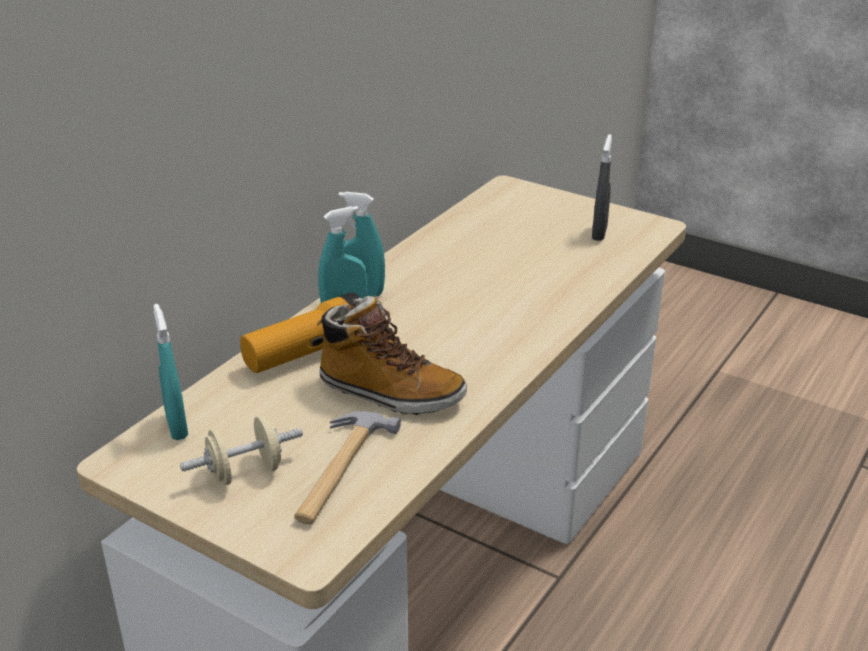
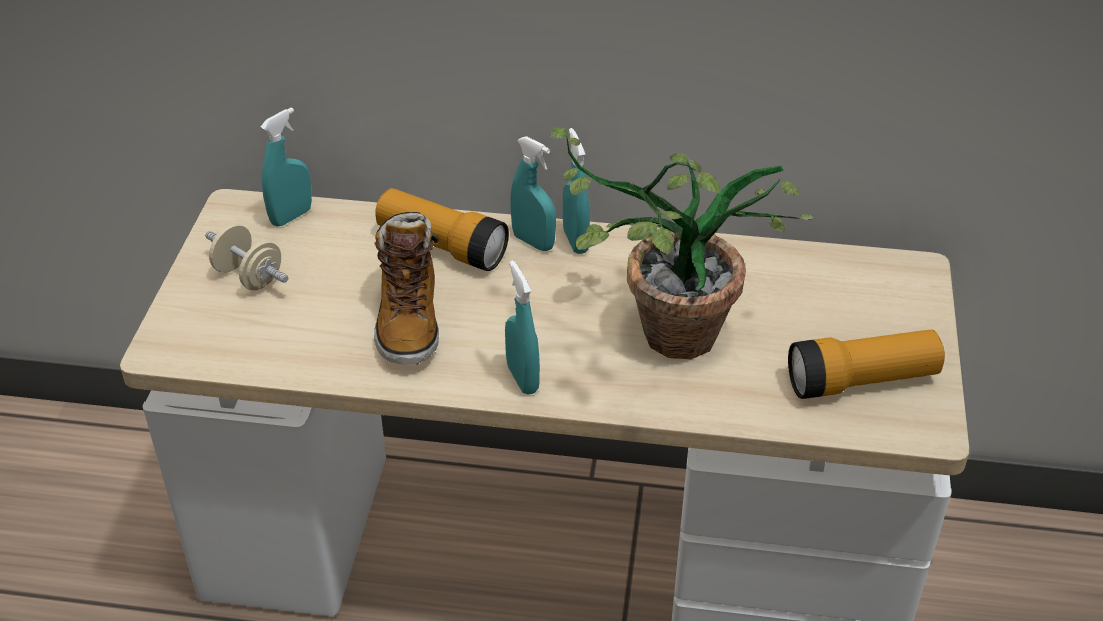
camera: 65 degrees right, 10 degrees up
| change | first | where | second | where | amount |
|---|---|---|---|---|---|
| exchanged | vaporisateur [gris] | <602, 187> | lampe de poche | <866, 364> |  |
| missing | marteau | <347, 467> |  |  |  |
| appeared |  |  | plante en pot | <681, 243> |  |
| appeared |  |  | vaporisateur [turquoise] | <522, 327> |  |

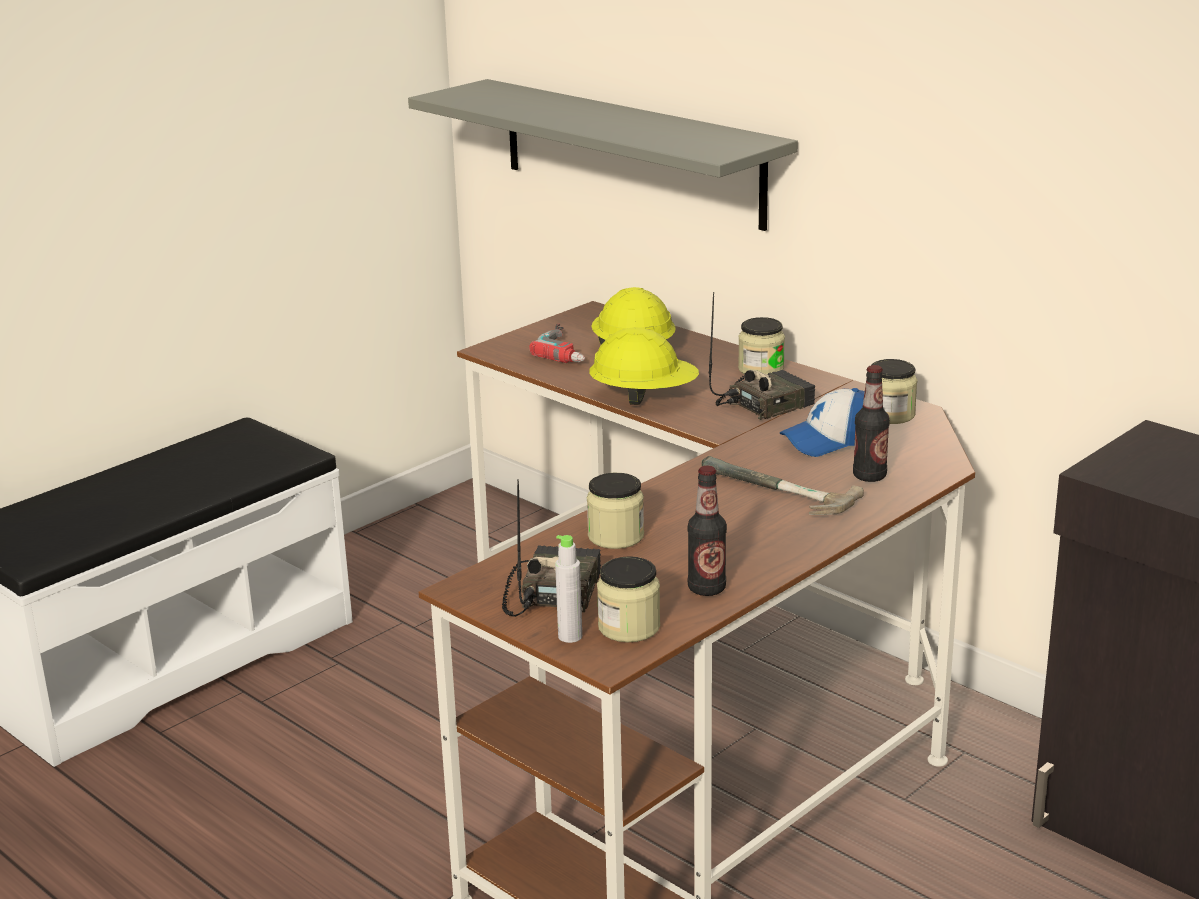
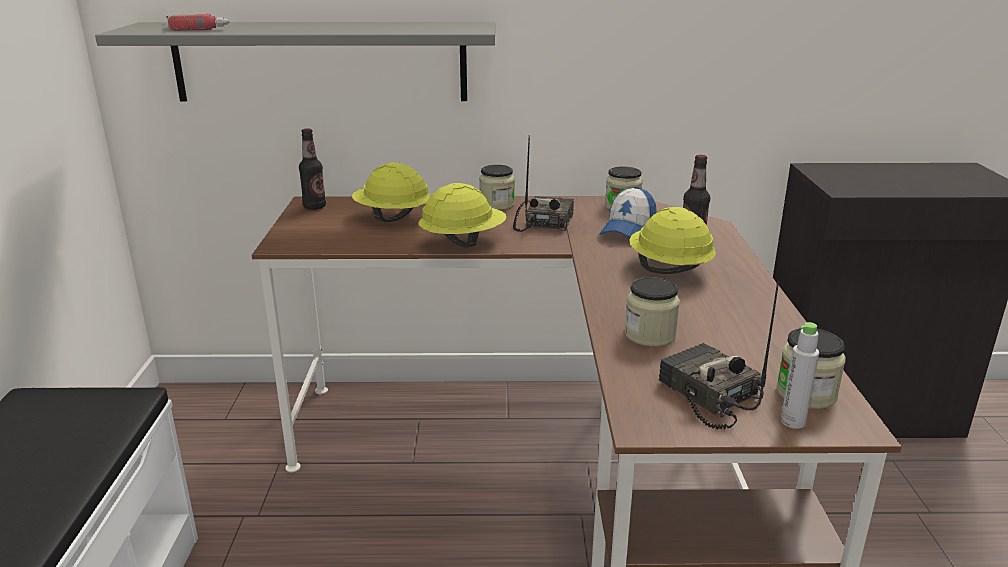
camera: 45 degrees left, 0 degrees up
| change | first | where | second | where | amount |
|---|---|---|---|---|---|
| relocated | perceuse | <557, 343> |  | <197, 22> |  |
| exchanged | marteau | <782, 485> | casque de chantier [jaune] | <672, 240> |  |
| relocated | bouteille | <707, 531> |  | <312, 169> |  |

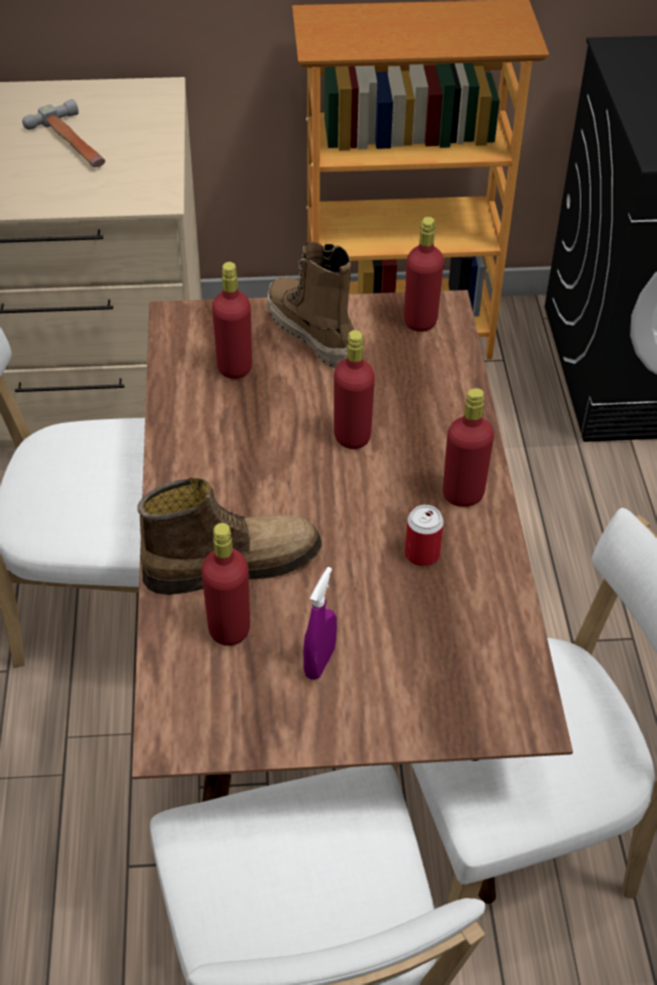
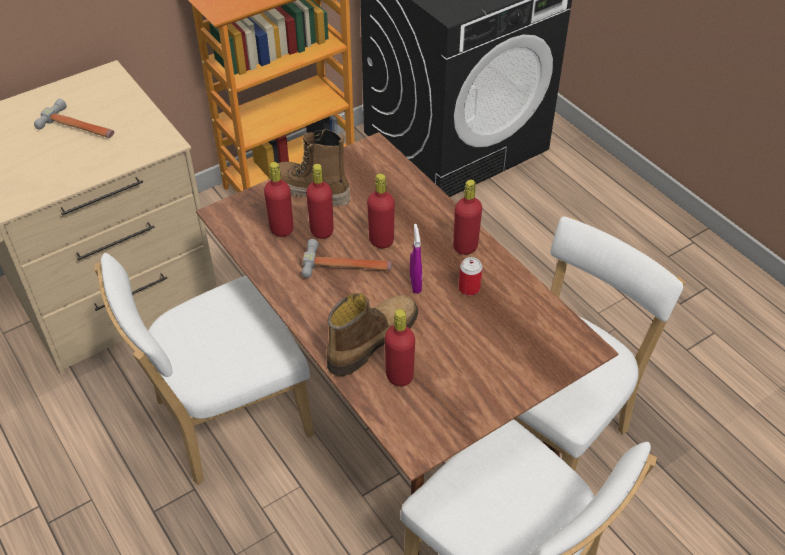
camera: 30 degrees left, 0 degrees up
| change | first | where | second | where | amount |
|---|---|---|---|---|---|
| relocated | bouteille [rouge] | <424, 274> |  | <320, 201> |  |
| relocated | vaporisateur [violet] | <320, 623> |  | <416, 258> |  |
| appeared |  |  | marteau | <347, 258> |  |

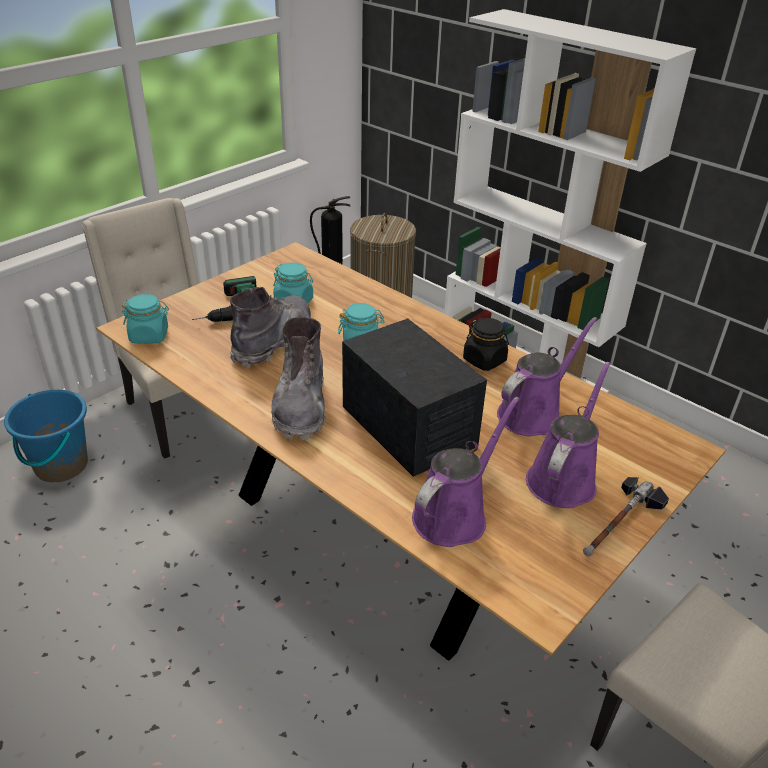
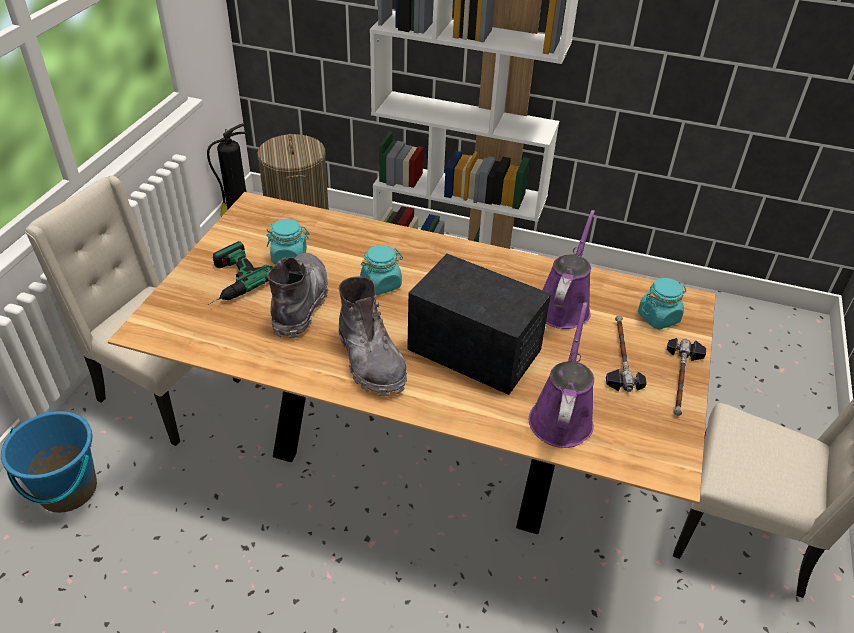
camera: 25 degrees left, 5 degrees up
| change | first | where | second | where | amount |
|---|---|---|---|---|---|
| relocated | bocal [turquoise] | <145, 319> |  | <662, 304> |  |
| missing | bocal [noir] | <486, 344> |  |  |  |
| exchanged | arrosoir [violet] | <568, 435> | marteau | <626, 353> |  |

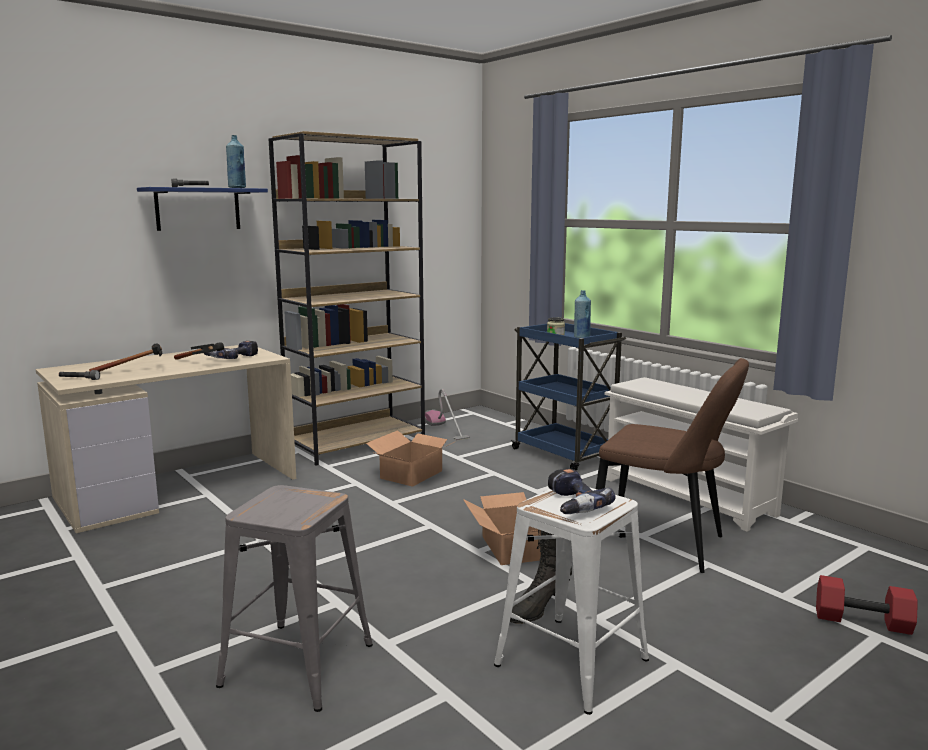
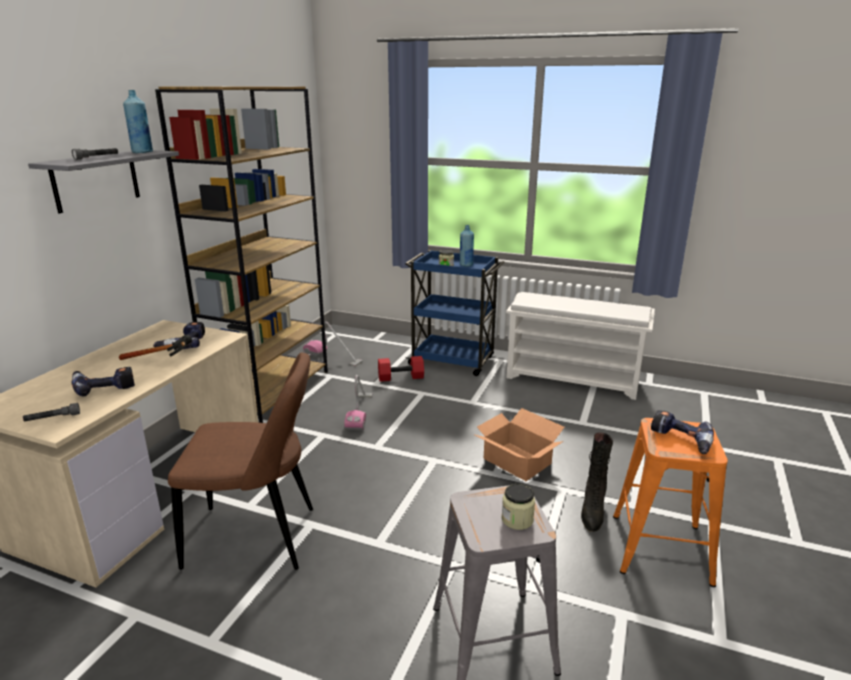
camera: 30 degrees left, 10 degrees up
| change | first | where | second | where | amount |
|---|---|---|---|---|---|
| colour | étagère [bleu] | <202, 209> | étagère [gris] | <103, 182> |  |
| exchanged | marteau | <126, 358> | perceuse | <103, 382> |  |
| relocated | chaise [marron] | <672, 465> |  | <240, 461> |  |
| exchanged | carton | <411, 458> | aspirateur | <358, 402> |  |
| colour | tabouret [blanc] | <571, 601> | tabouret [orange] | <670, 502> |  |
| relocated | haltère [rouge] | <867, 605> |  | <401, 369> |  |
| appeared |  |  | bocal | <518, 507> |  |

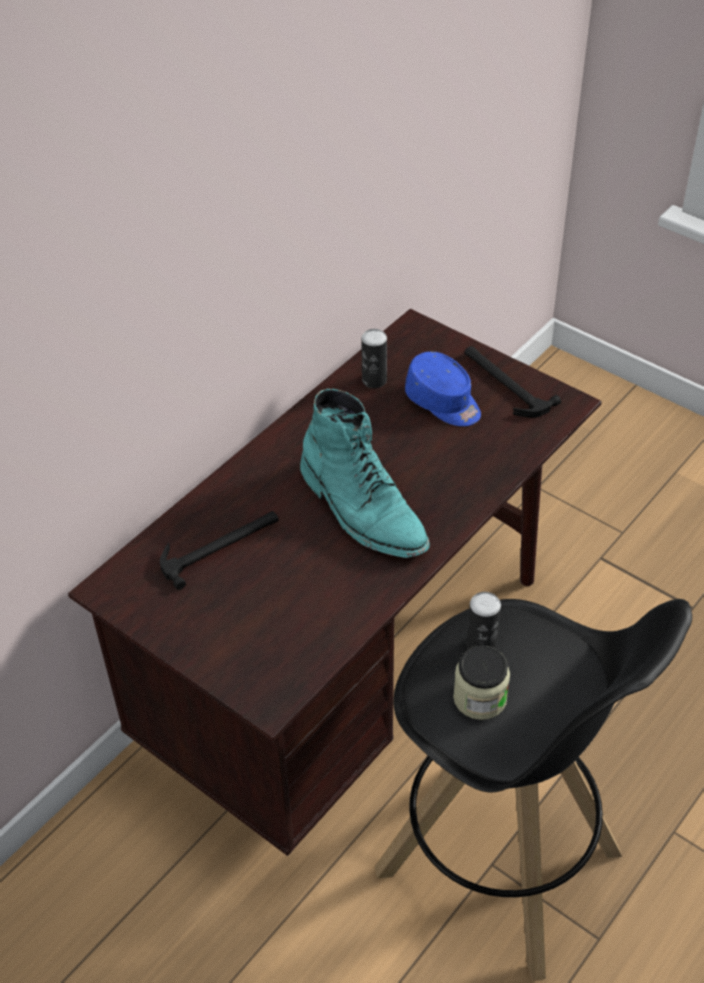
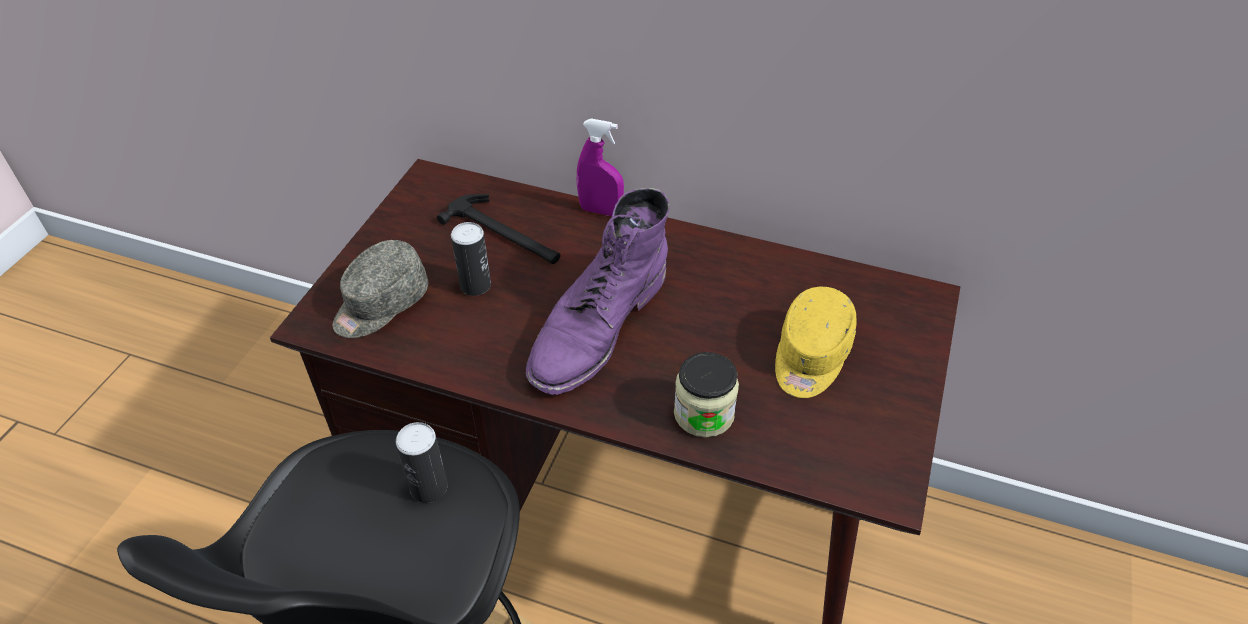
camera: 70 degrees right, 0 degrees up
| change | first | where | second | where | amount |
|---|---|---|---|---|---|
| relocated | boîte métallique | <374, 358> |  | <471, 259> |  |
| missing | marteau | <512, 382> |  |  |  |
| colour | casquette [bleu] | <443, 389> | casquette [jaune] | <815, 342> |  |
| colour | botte [turquoise] | <365, 473> | botte [violet] | <598, 291> |  |
| relocated | bocal | <481, 682> |  | <706, 395> |  |
| appeared |  |  | vaporisateur [violet] | <600, 167> |  |
| appeared |  |  | casquette [gris] | <380, 289> |  |

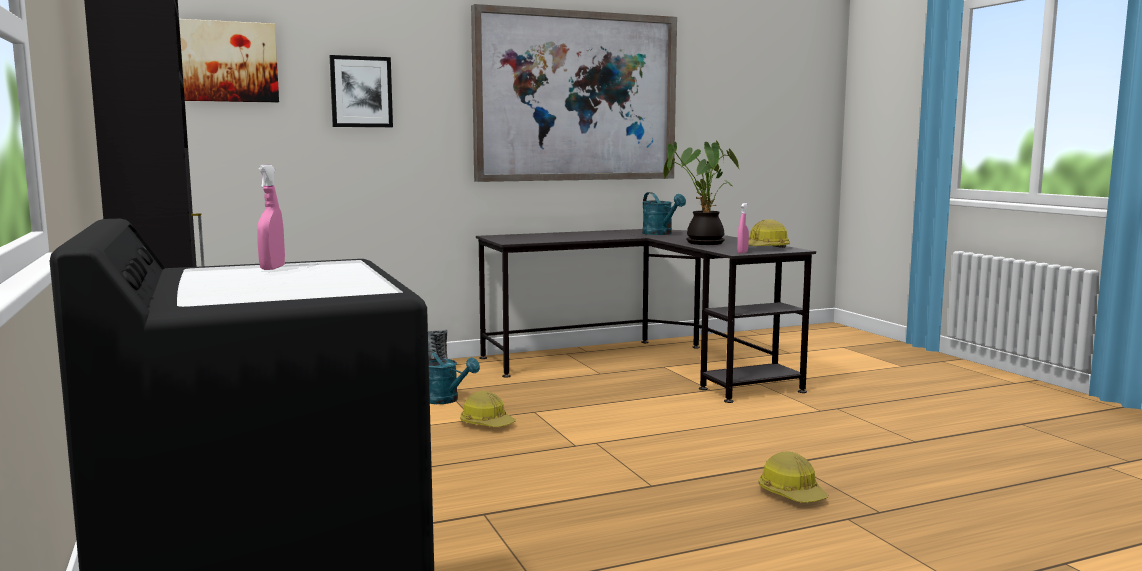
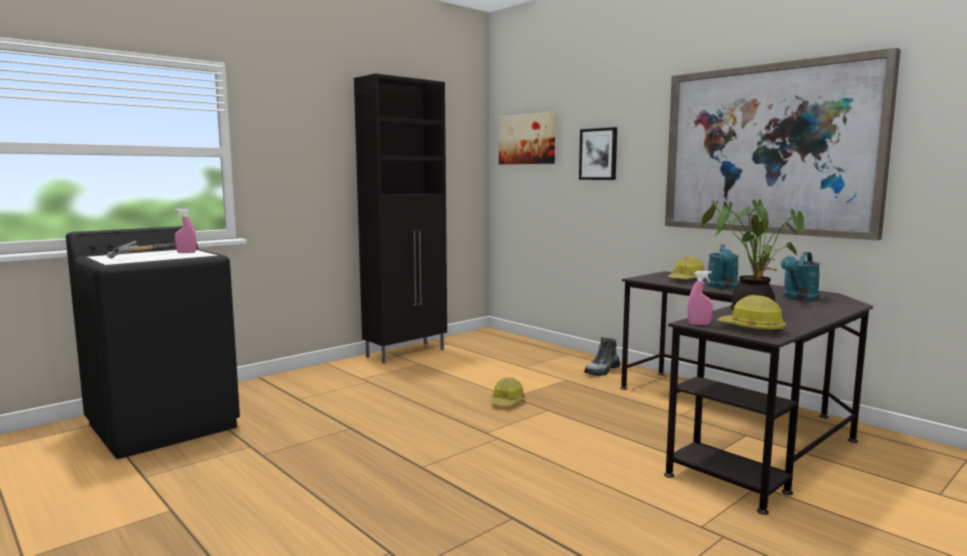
camera: 70 degrees right, 0 degrees up
| change | first | where | second | where | amount |
|---|---|---|---|---|---|
| relocated | arrosoir [turquoise] | <454, 377> |  | <723, 267> |  |
| relocated | casque de chantier | <793, 477> |  | <686, 267> |  |
| appeared |  |  | marteau | <141, 250> |  |

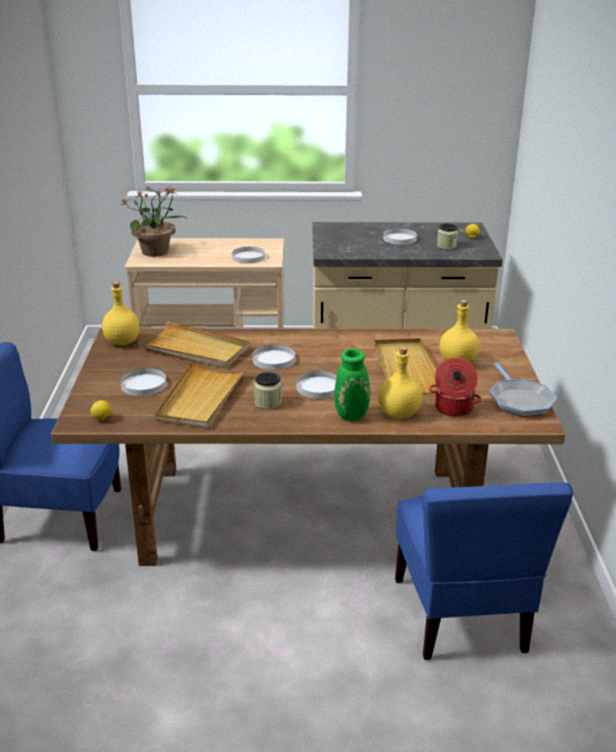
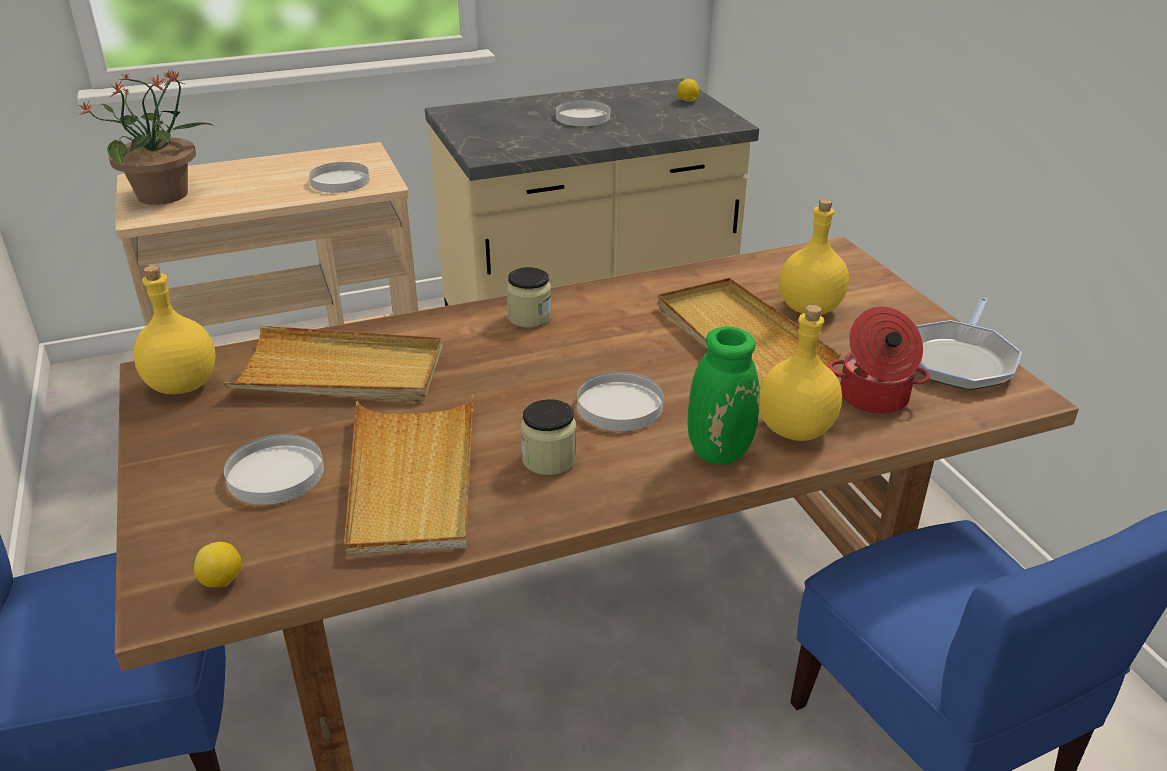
camera: 20 degrees left, 5 degrees up
| change | first | where | second | where | amount |
|---|---|---|---|---|---|
| relocated | bocal | <447, 236> |  | <529, 297> |  |
| missing | assiette [blanc] | <274, 357> |  |  |  |
| spun | poêle | <523, 389> |  | <969, 343> | 60 degrees clockwise |

